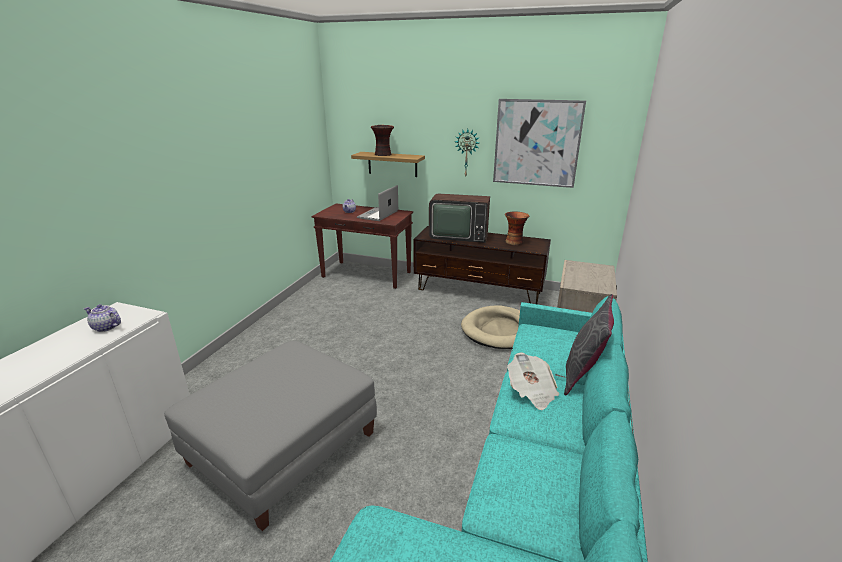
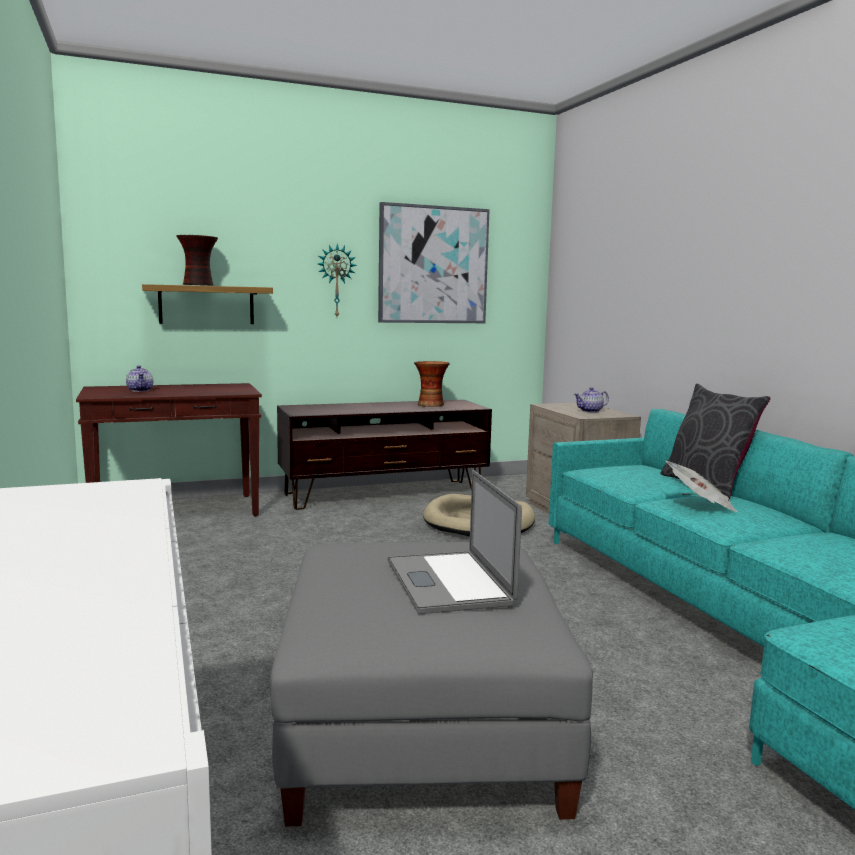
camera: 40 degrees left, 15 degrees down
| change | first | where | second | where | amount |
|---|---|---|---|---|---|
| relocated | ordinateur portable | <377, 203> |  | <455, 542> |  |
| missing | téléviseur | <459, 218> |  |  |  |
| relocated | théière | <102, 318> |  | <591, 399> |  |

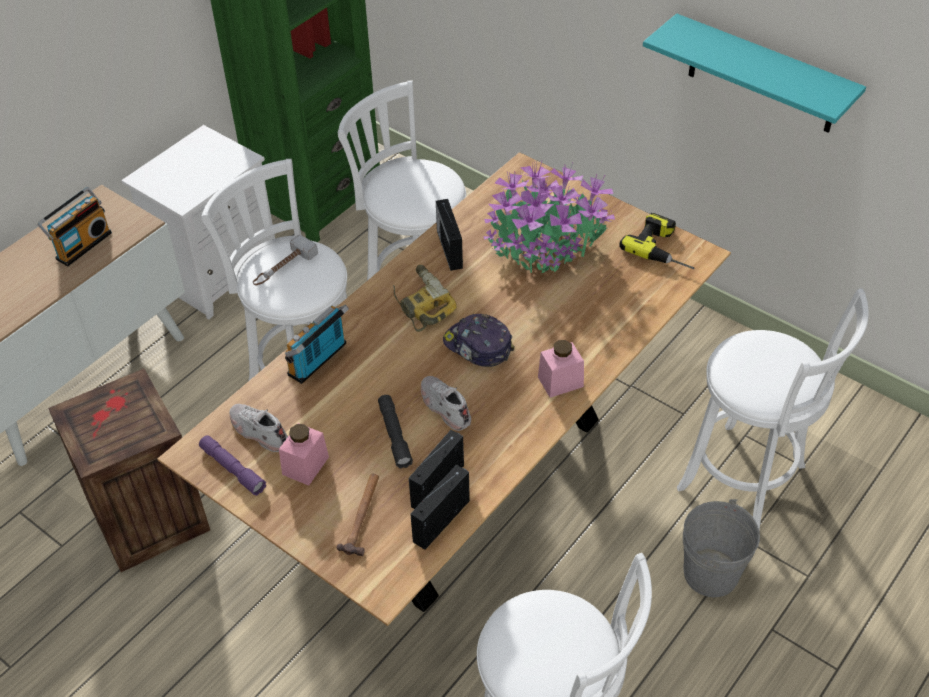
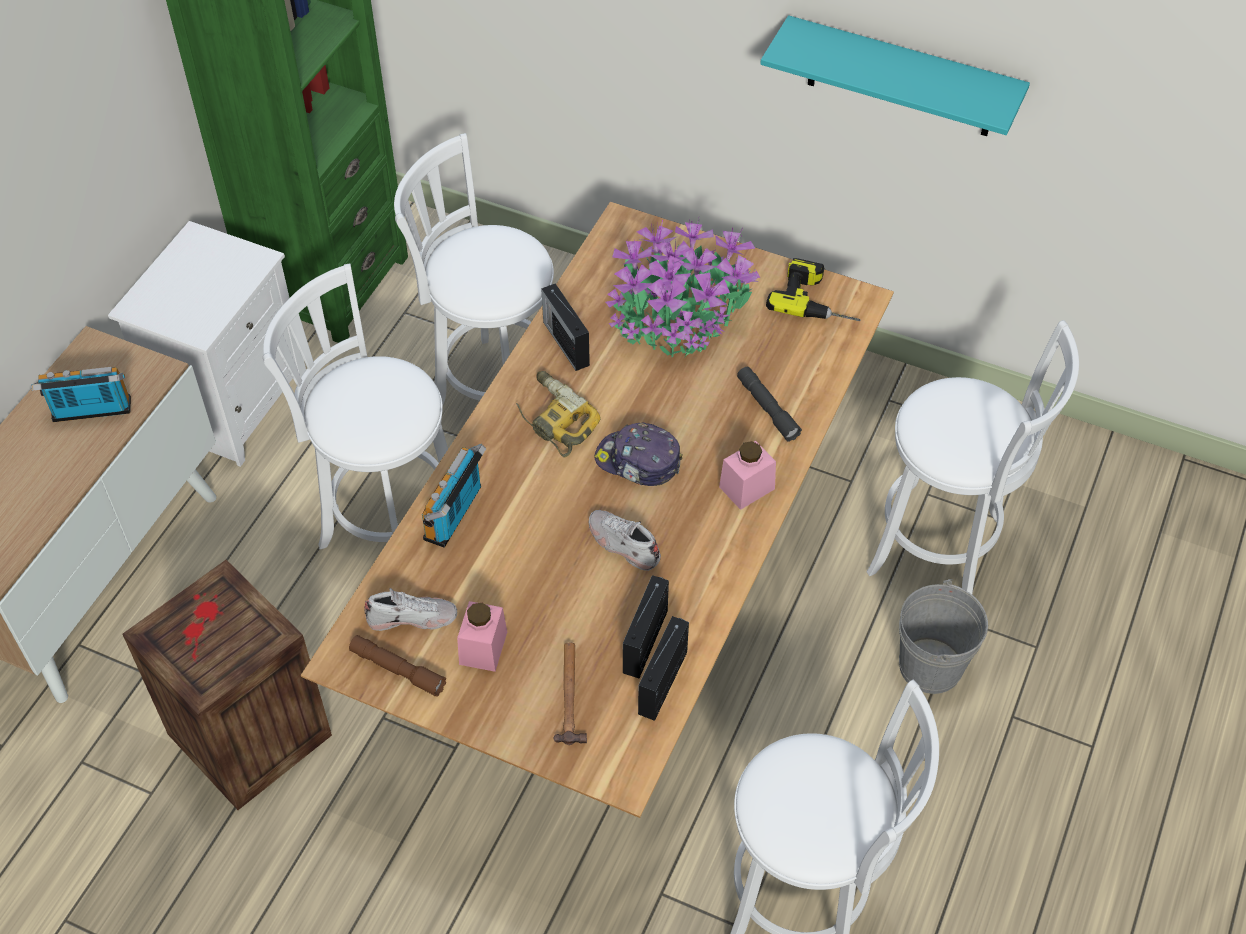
camera: 15 degrees left, 5 degrees up
| change | first | where | second | where | amount |
|---|---|---|---|---|---|
| spun | radio | <74, 226> |  | <81, 394> | 120 degrees counterclockwise |
| missing | marteau | <285, 260> |  |  |  |
| relocated | lampe de poche [gris] | <395, 431> |  | <769, 404> |  |
| spun | chaussure [blanc] | <259, 428> |  | <410, 609> | 150 degrees clockwise |
| colour | lampe de poche [violet] | <232, 465> | lampe de poche [marron] | <397, 666> |  |

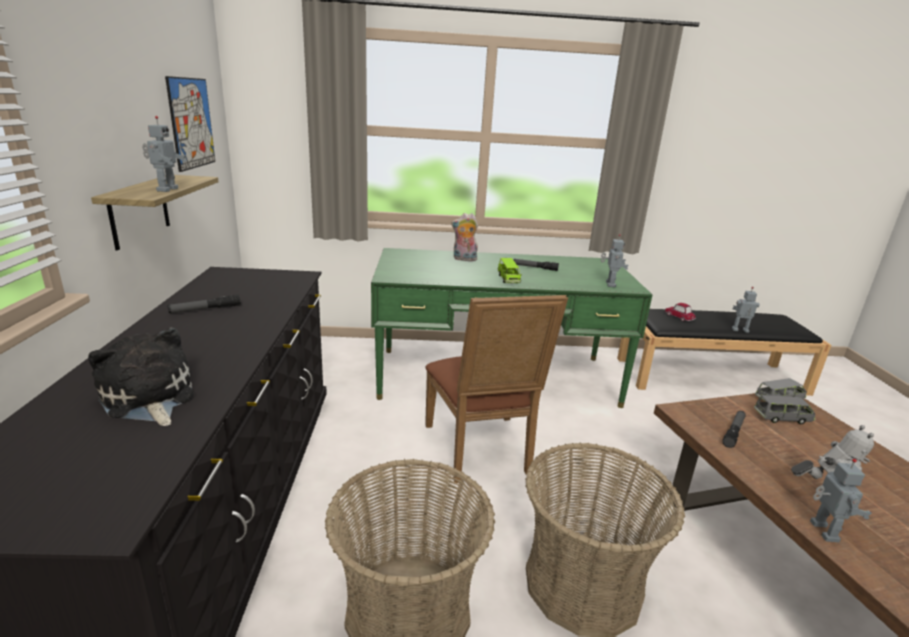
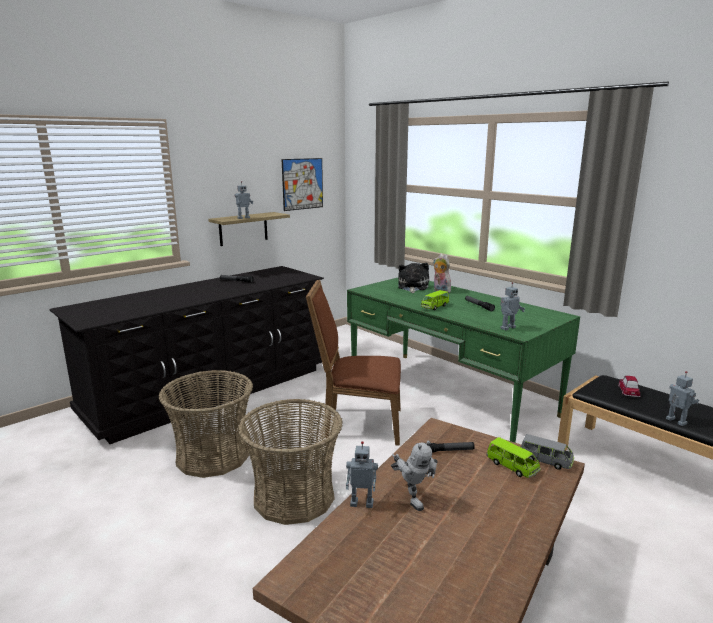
camera: 50 degrees right, 5 degrees down
| change | first | where | second | where | amount |
|---|---|---|---|---|---|
| spun | chaise [marron] | <496, 389> |  | <353, 362> | 60 degrees clockwise |
| relocated | peluche | <141, 376> |  | <413, 278> |  |
| colour | petite voiture [gris] | <784, 409> | petite voiture [vert] | <513, 457> |  |
| spun | robot jouet | <841, 500> |  | <362, 474> | 45 degrees clockwise |

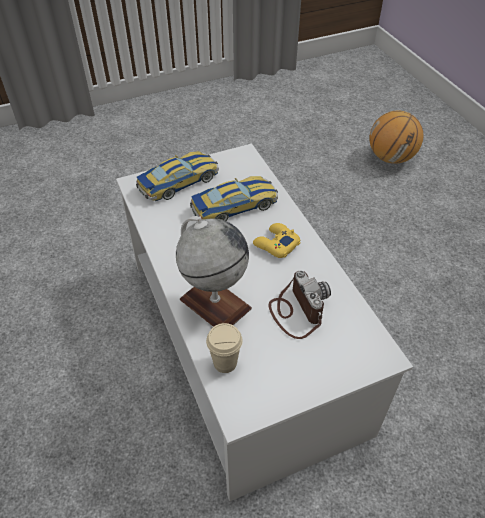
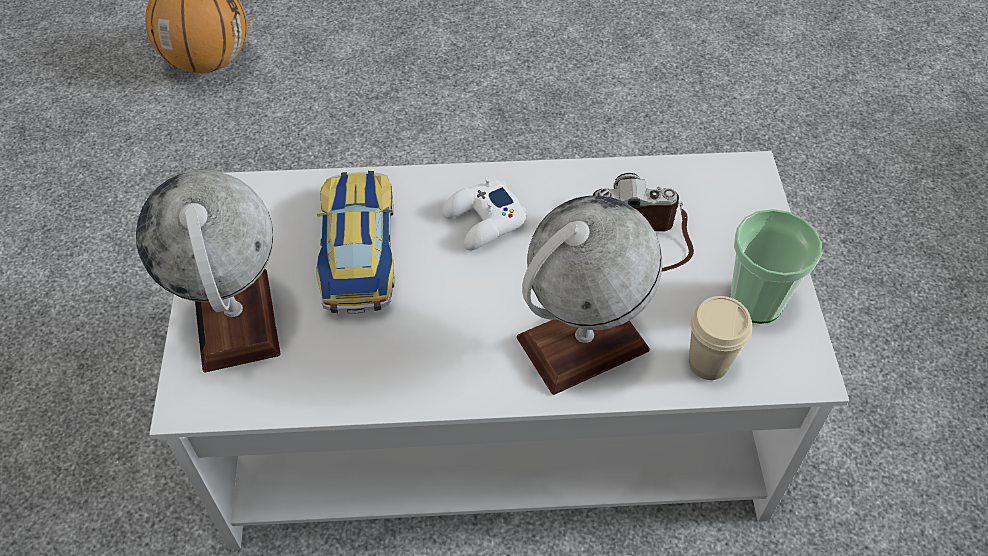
camera: 70 degrees left, 5 degrees up
| change | first | where | second | where | amount |
|---|---|---|---|---|---|
| exchanged | petite voiture | <177, 176> | globe | <208, 271> |  |
| colour | manette [jaune] | <277, 240> | manette [blanc] | <484, 214> |  |
| appeared |  |  | tasse | <776, 266> |  |

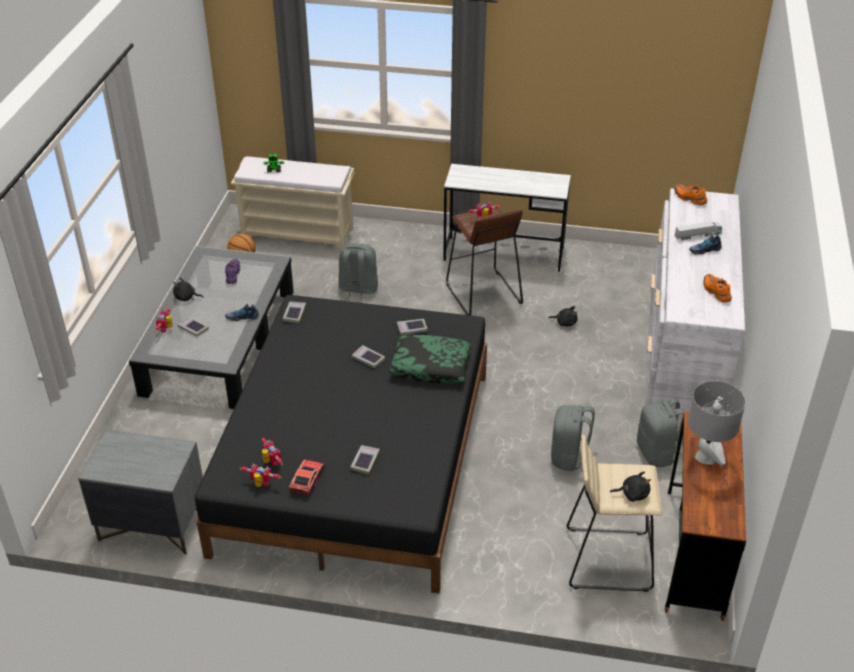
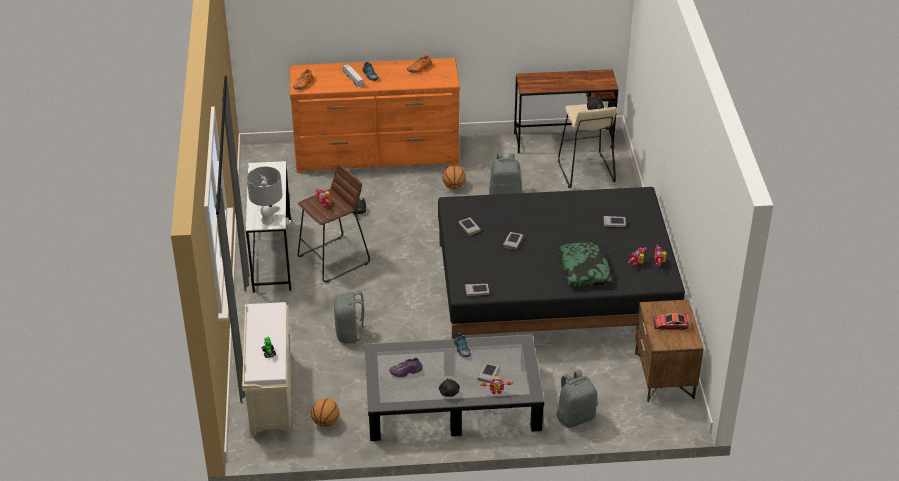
camera: 105 degrees left, 0 degrees up
| change | first | where | second | where | amount |
|---|---|---|---|---|---|
| colour | commode [blanc] | <695, 306> | commode [orange] | <375, 115> |  |
| relocated | coussin | <430, 358> |  | <585, 264> |  |
| relocated | lampe de table [gris] | <717, 423> |  | <264, 195> |  |
| relocated | sac à dos [gris] | <660, 432> |  | <576, 399> |  |
| colour | table de chevet [gris] | <140, 492> | table de chevet [marron] | <669, 350> |  |
| relocated | petite voiture | <307, 478> |  | <671, 321> |  |
| appeared |  |  | ballon de basket | <454, 177> |  |

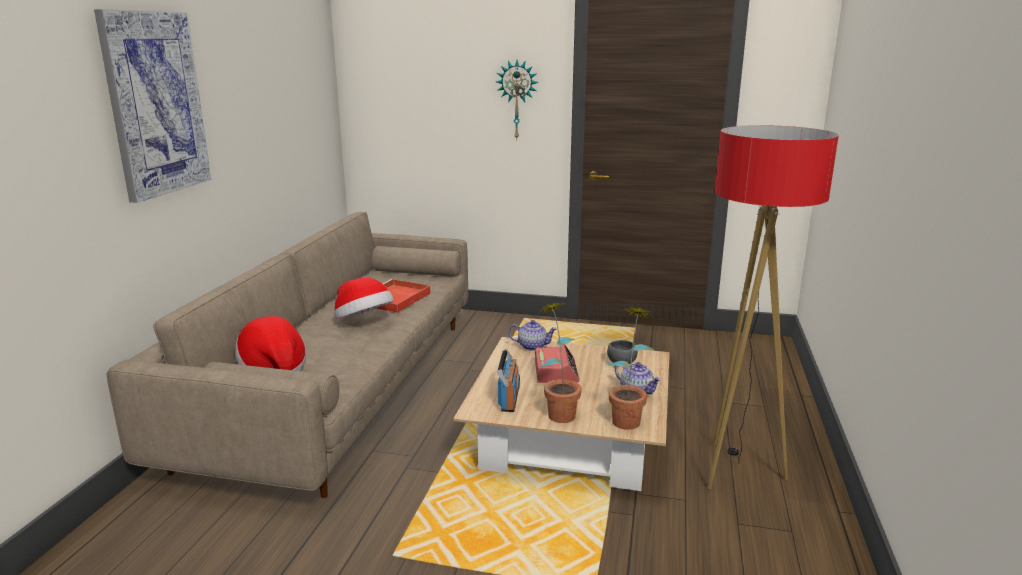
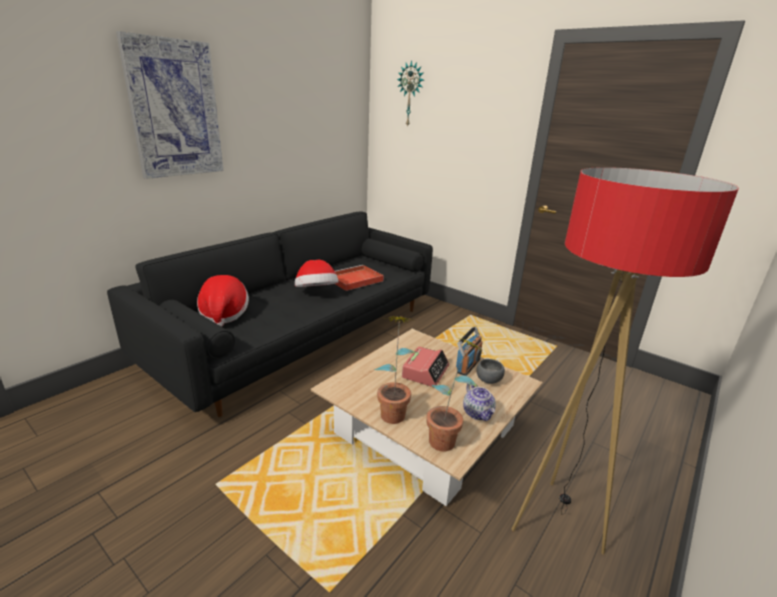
camera: 25 degrees right, 5 degrees up
| change | first | where | second | where | amount |
|---|---|---|---|---|---|
| relocated | horloge murale | <517, 100> |  | <410, 93> |  |
| colour | canapé [beige] | <287, 355> | canapé [noir] | <270, 314> |  |
| missing | théière | <532, 335> |  |  |  |
| relocated | radio | <508, 380> |  | <469, 351> |  |

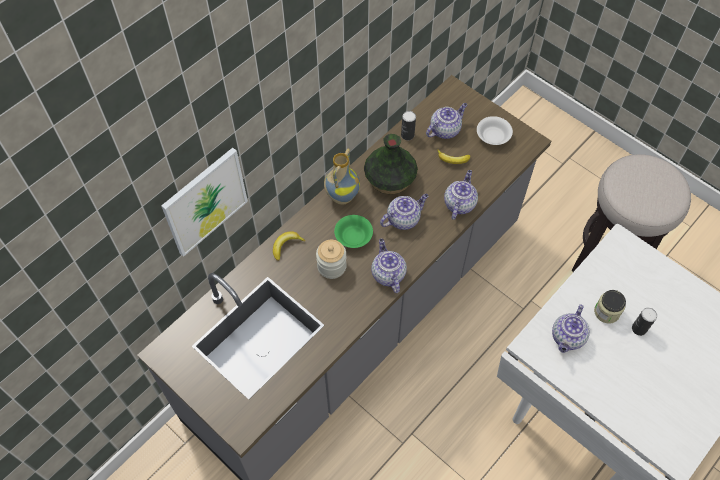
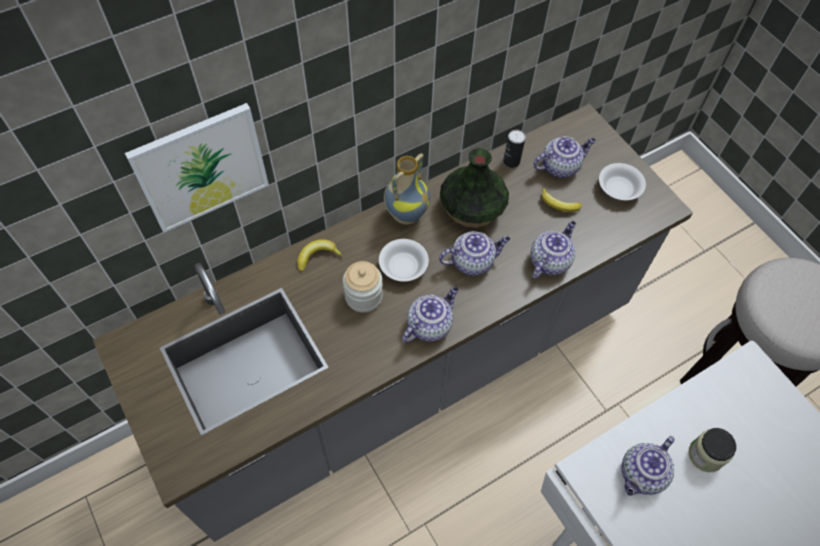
camera: 15 degrees right, 0 degrees up
| change | first | where | second | where | amount |
|---|---|---|---|---|---|
| colour | bol [vert] | <353, 231> | bol [blanc] | <404, 260> |  |
| spun | théière | <389, 266> |  | <430, 315> | 45 degrees clockwise |
| missing | boîte métallique | <644, 322> |  |  |  |

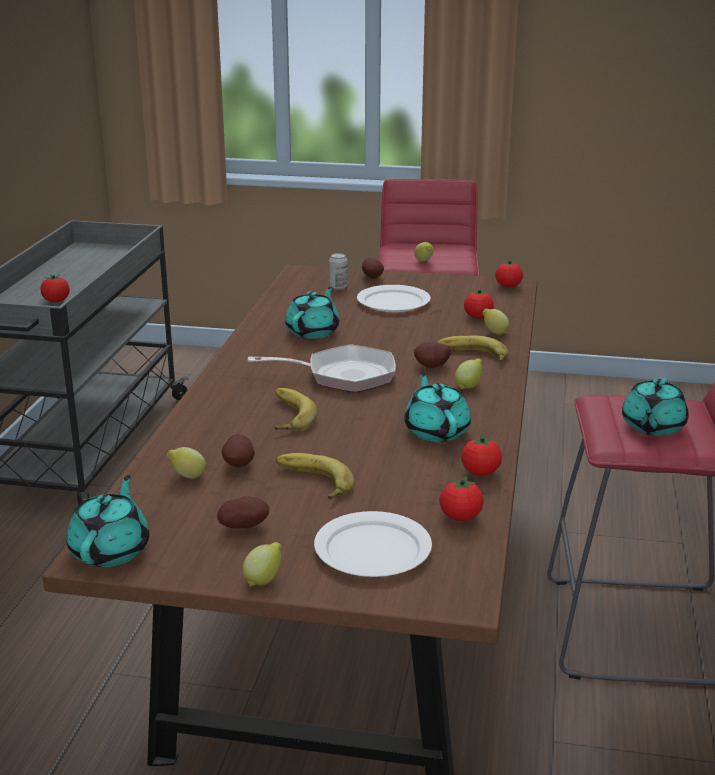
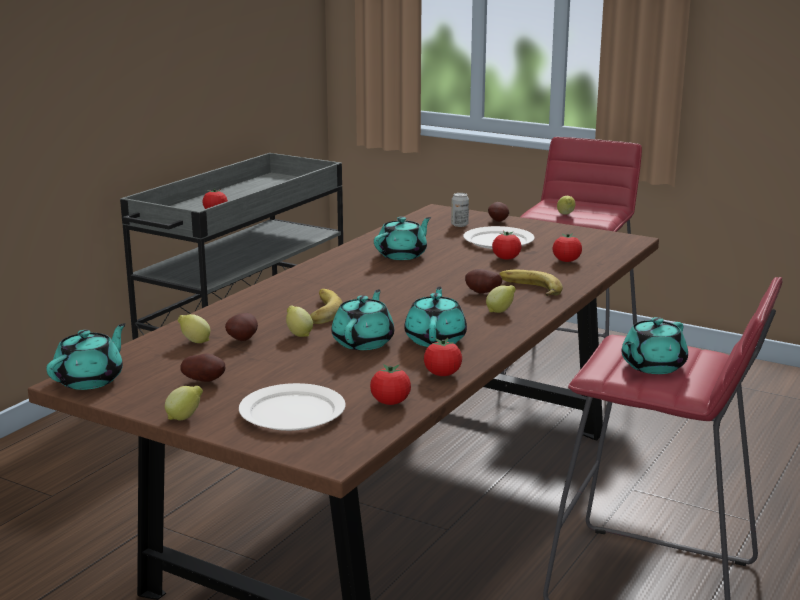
camera: 20 degrees right, 5 degrees down
| change | first | where | second | where | amount |
|---|---|---|---|---|---|
| relocated | tomate | <509, 273> |  | <507, 245> |  |
| relocated | citron | <495, 322> |  | <299, 321> |  |
| missing | poêle | <322, 368> |  |  |  |
| missing | banane | <315, 476> |  |  |  |
| appeared |  |  | théière [turquoise] | <362, 319> |  |

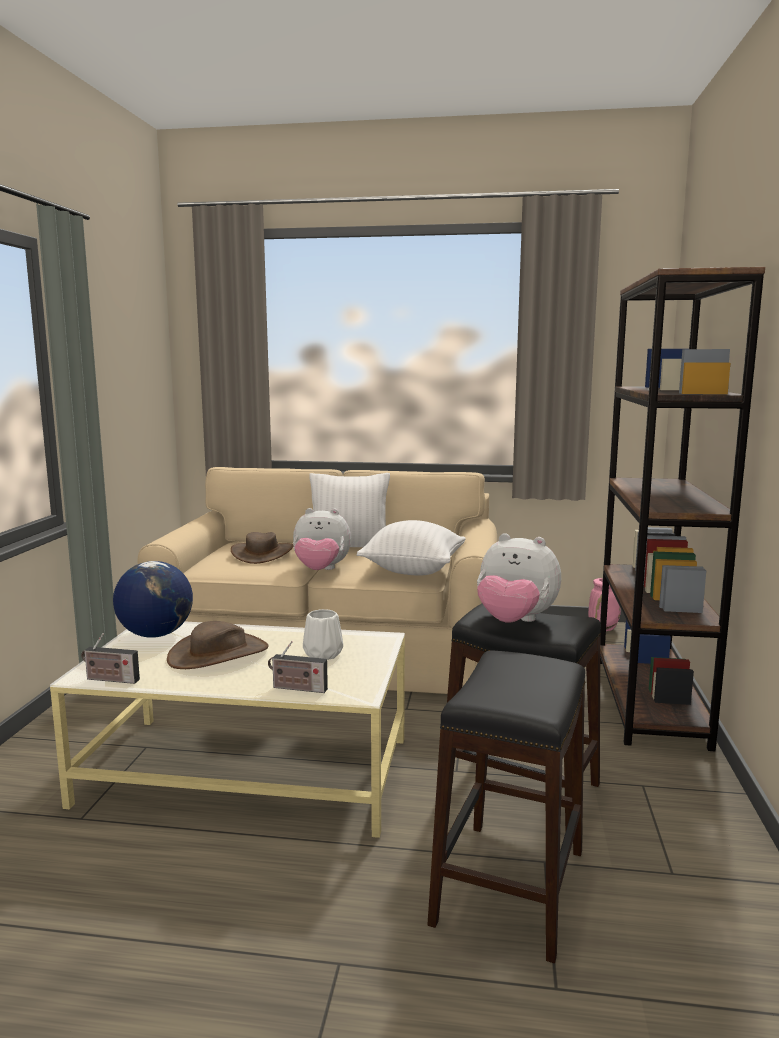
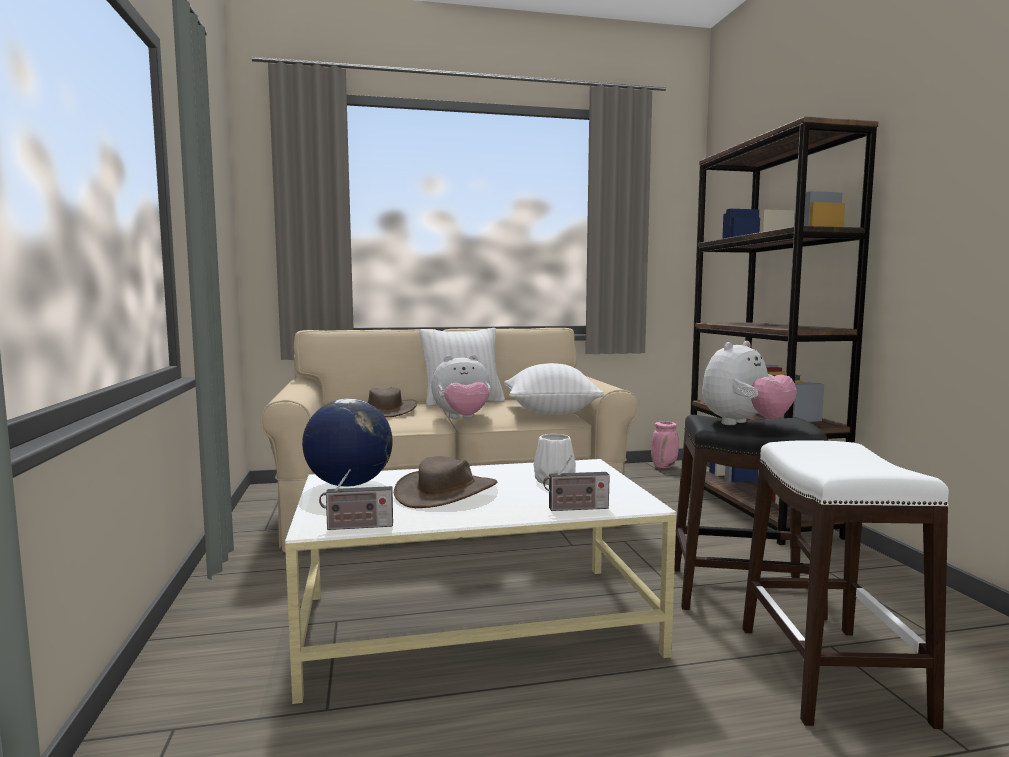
camera: 20 degrees left, 5 degrees down
| change | first | where | second | where | amount |
|---|---|---|---|---|---|
| spun | peluche | <519, 578> |  | <749, 383> | 45 degrees counterclockwise |
| colour | tabouret [noir] | <506, 807> | tabouret [blanc] | <845, 584> |  |

